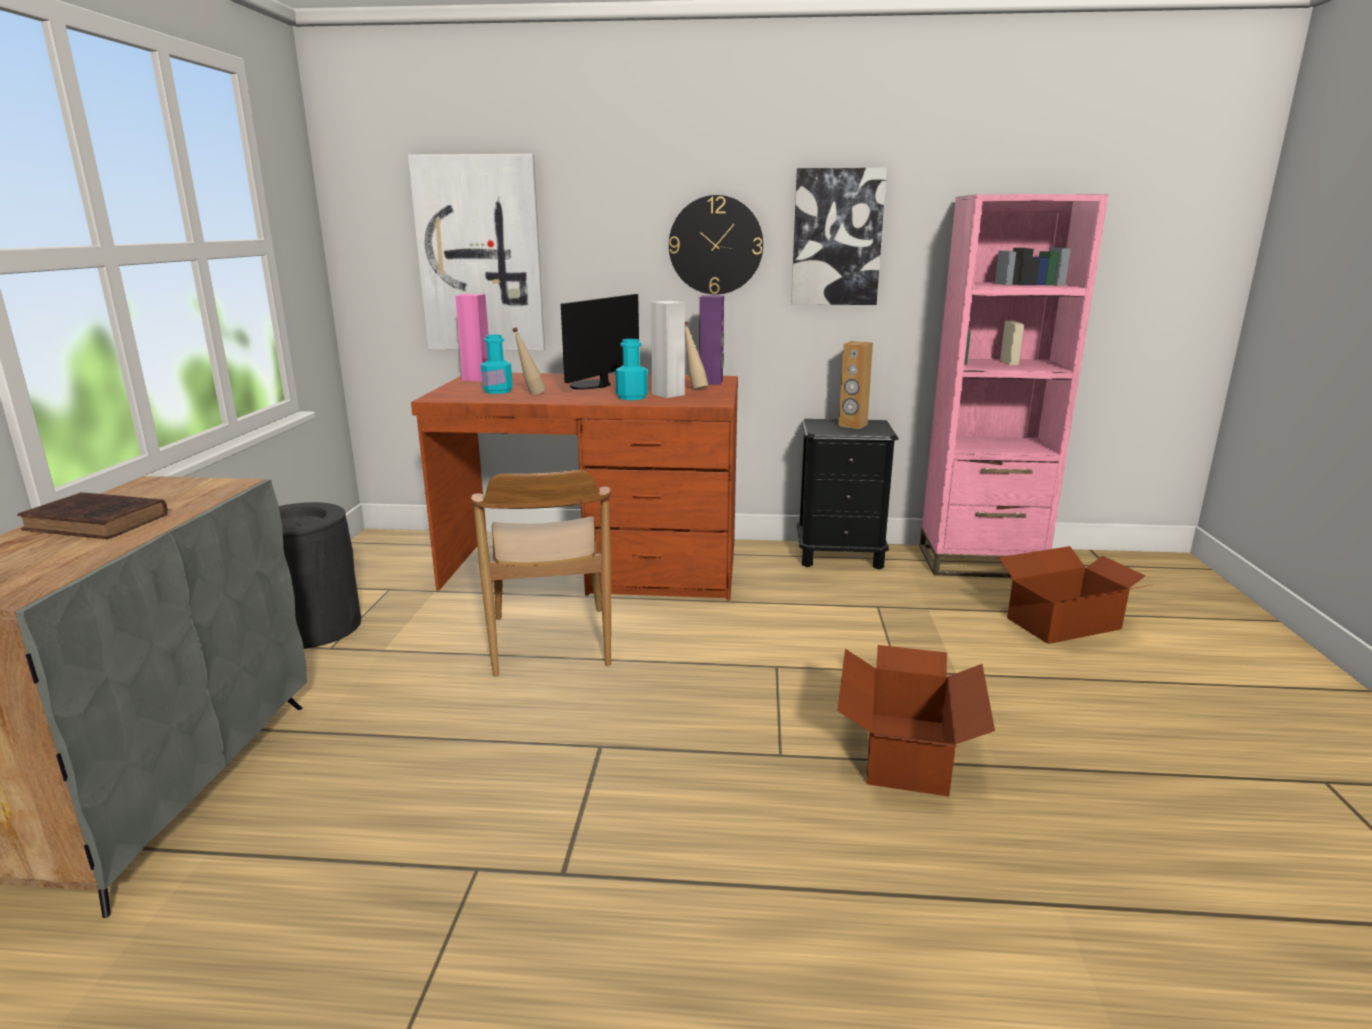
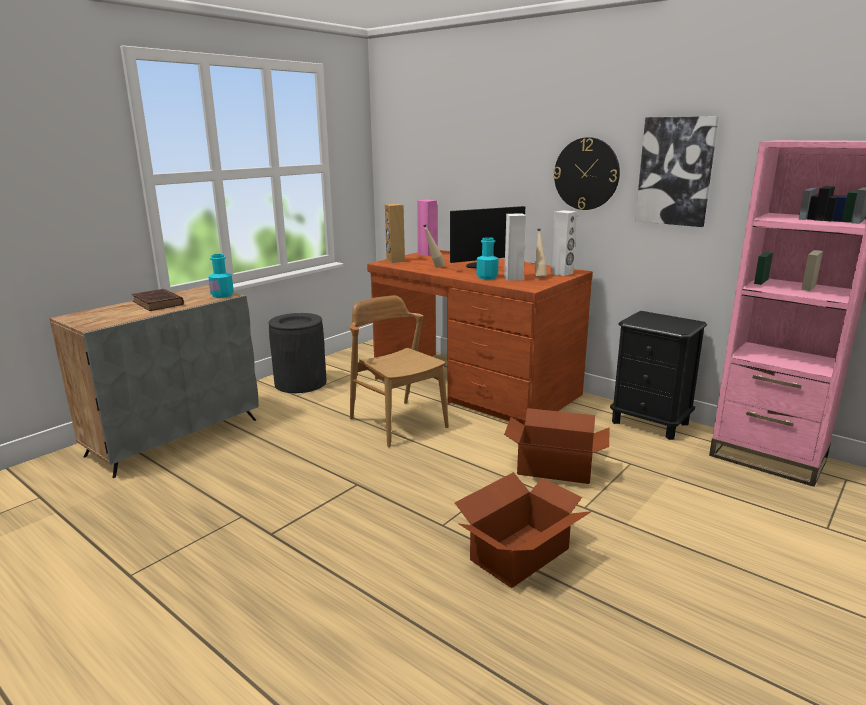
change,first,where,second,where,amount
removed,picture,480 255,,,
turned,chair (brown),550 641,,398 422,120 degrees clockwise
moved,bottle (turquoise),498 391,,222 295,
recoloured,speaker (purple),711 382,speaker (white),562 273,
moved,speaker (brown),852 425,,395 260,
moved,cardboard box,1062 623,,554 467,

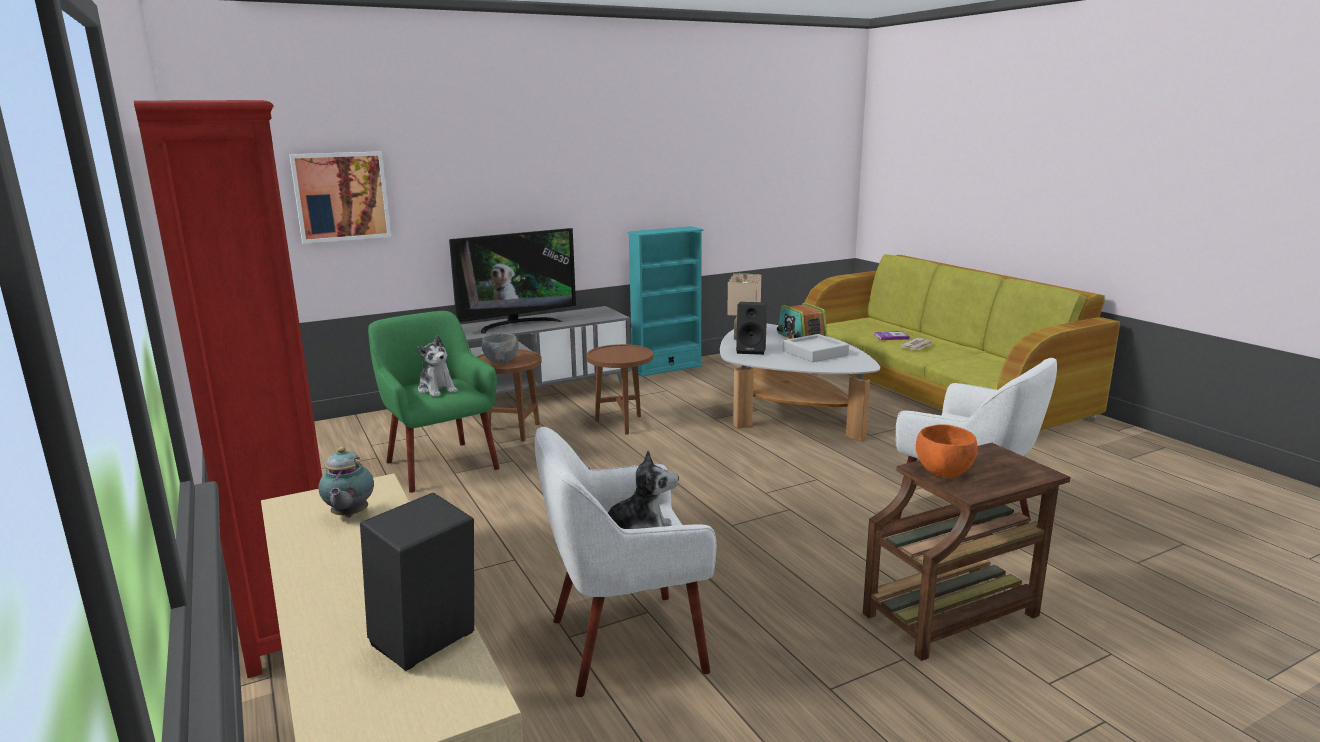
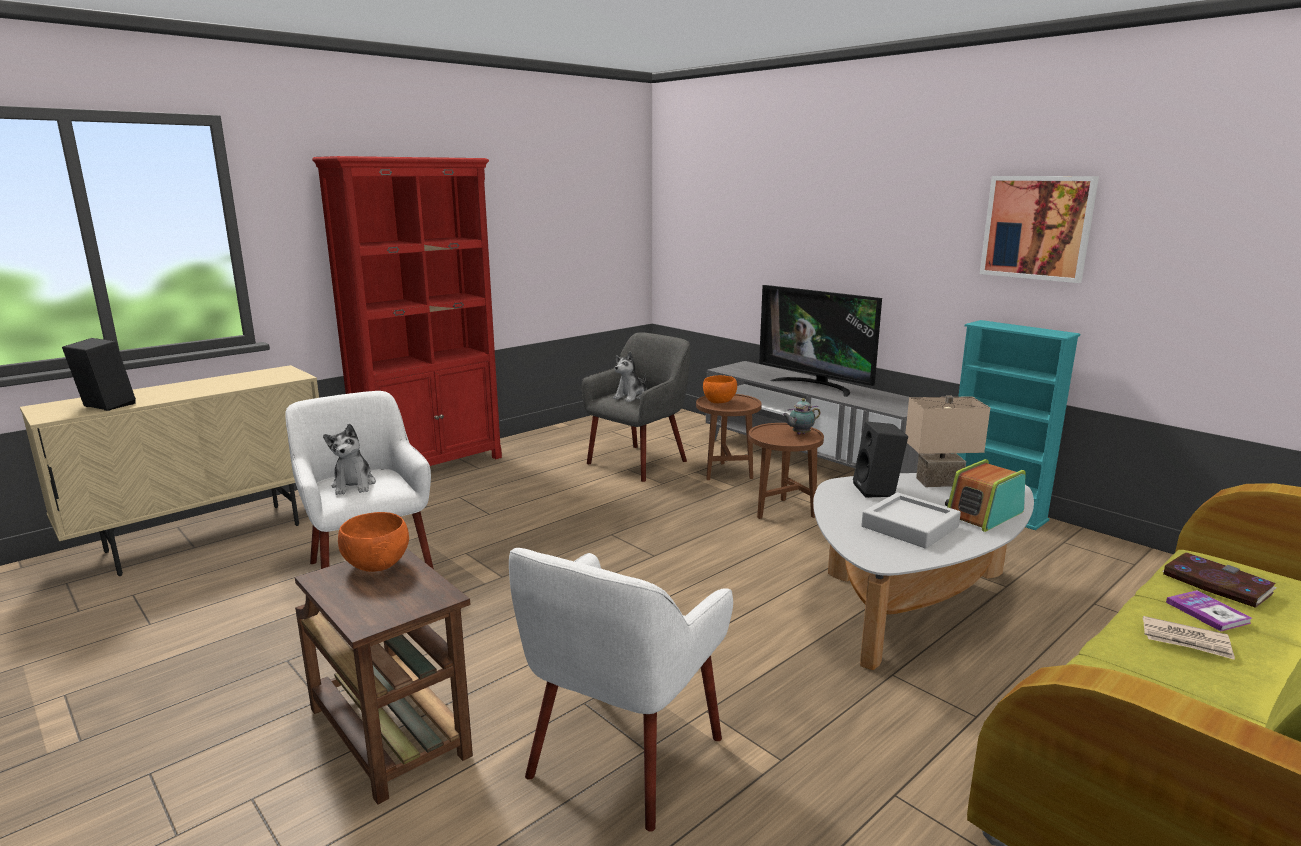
change,first,where,second,where,amount
moved,picture,341 196,,1037 227,
moved,teapot,349 516,,799 434,
recoloured,armchair (green),440 465,armchair (grey),639 462,
recoloured,bowl (grey),501 362,bowl (orange),719 402,
added,,,book,1216 583,

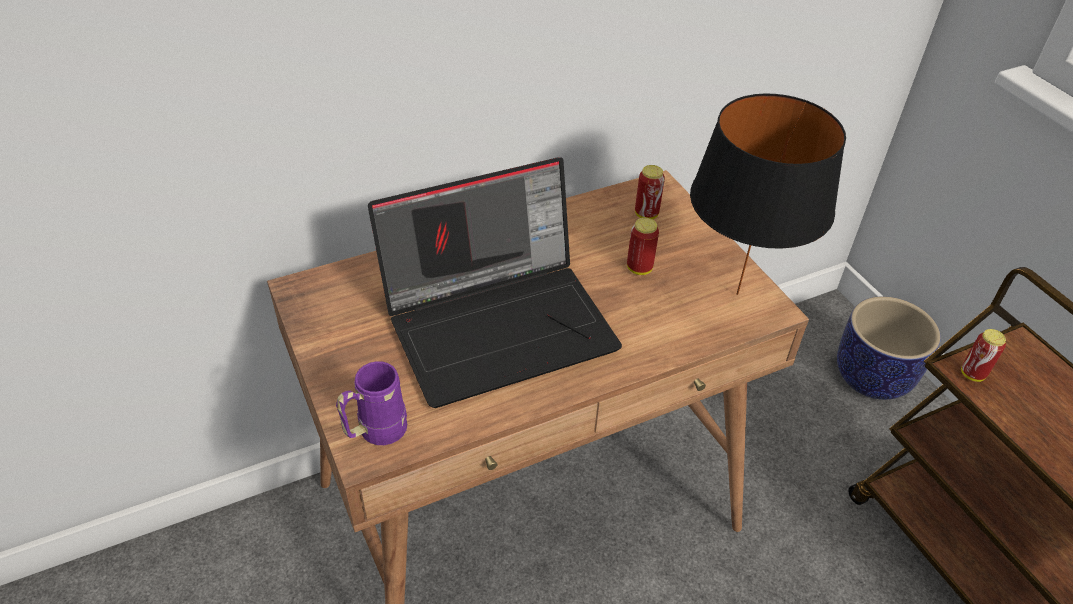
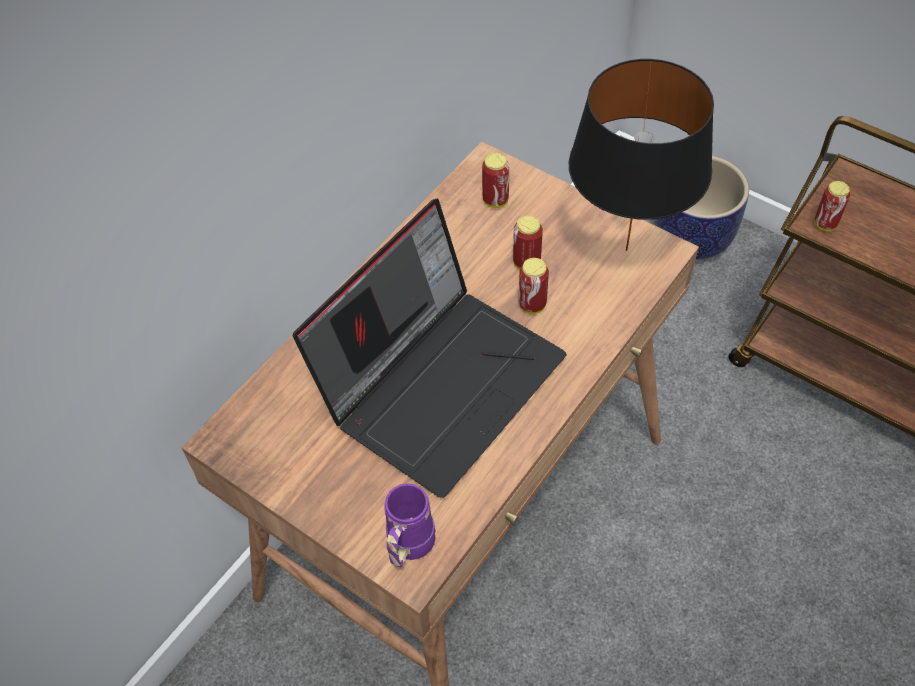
change,first,where,second,where,amount
added,,,can,532 305,

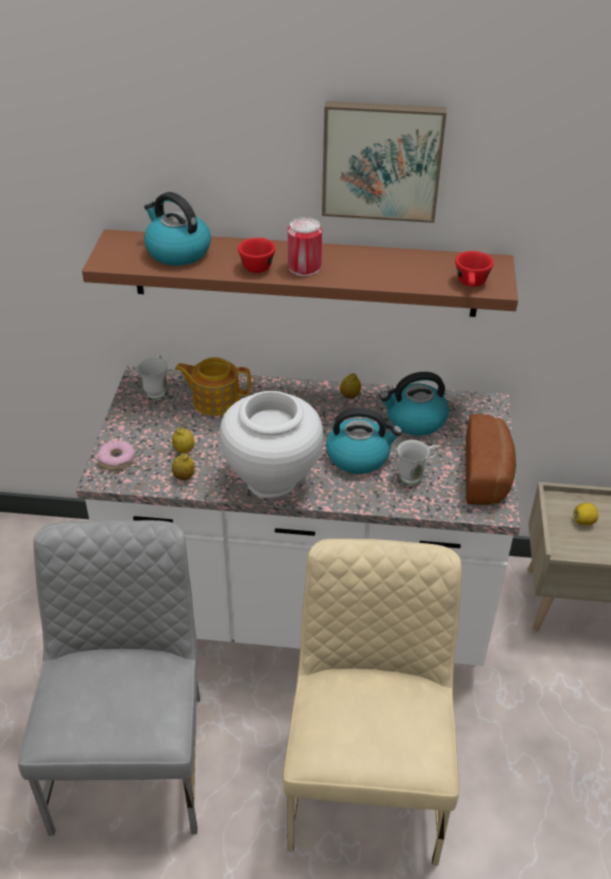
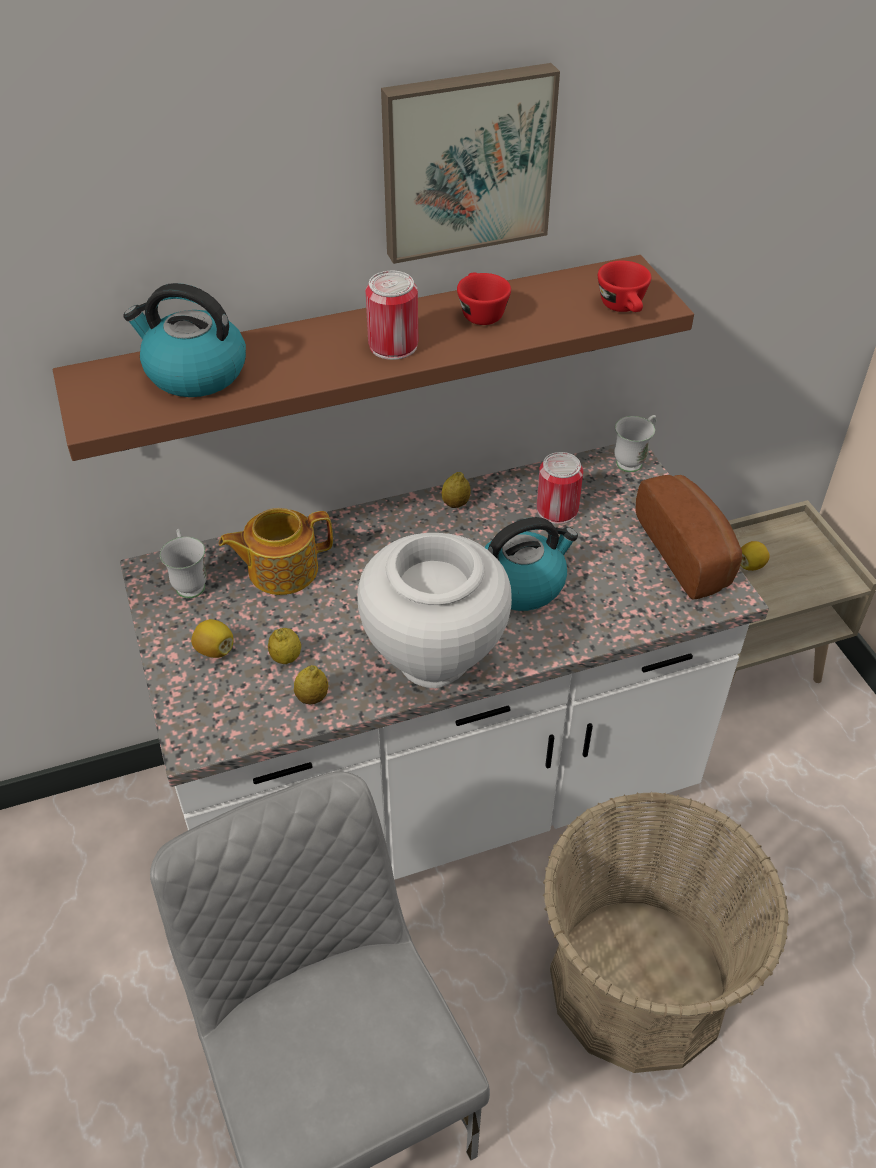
change,first,where,second,where,amount
removed,donut,117 459,,,
moved,cup (red),257 264,,479 312,
replaced,chair (beige),367 779,basket,638 982,
replaced,kettle,415 420,can,557 510,
moved,mug (white),415 476,,633 460,
added,,,lemon,215 650,

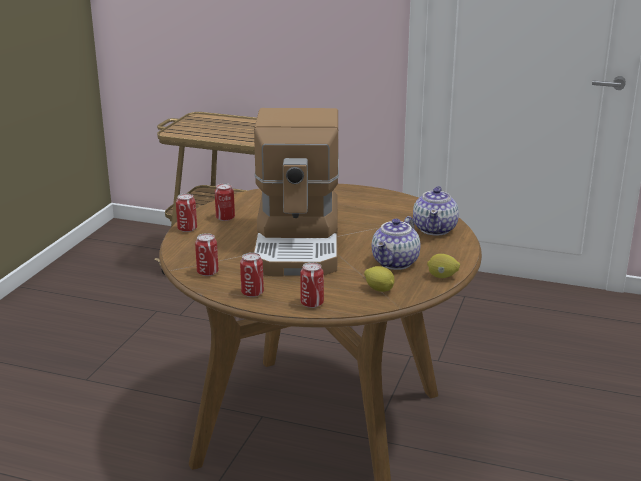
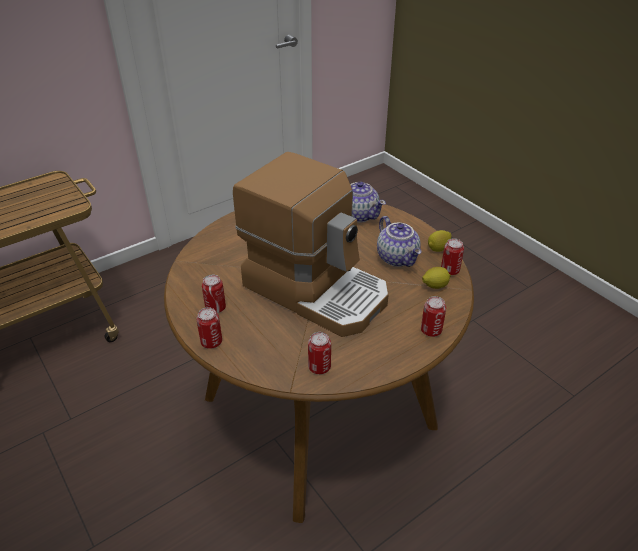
change,first,where,second,where,amount
moved,can,252 293,,450 270,

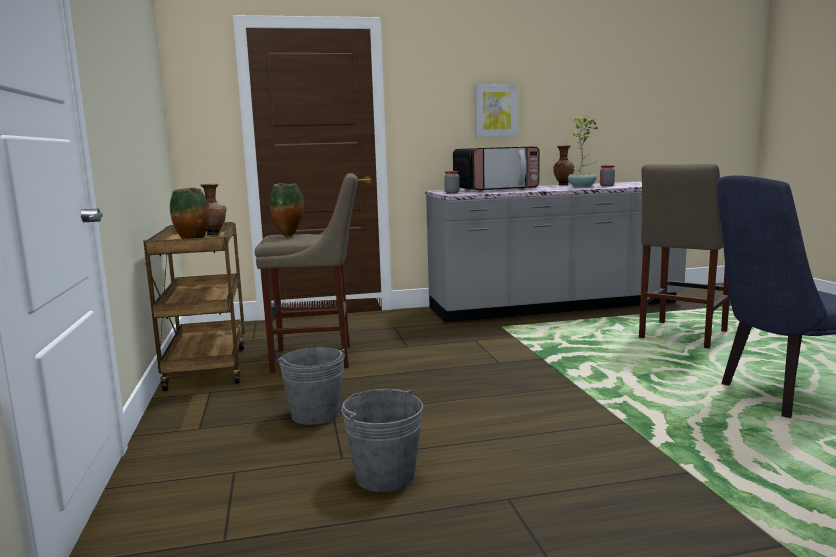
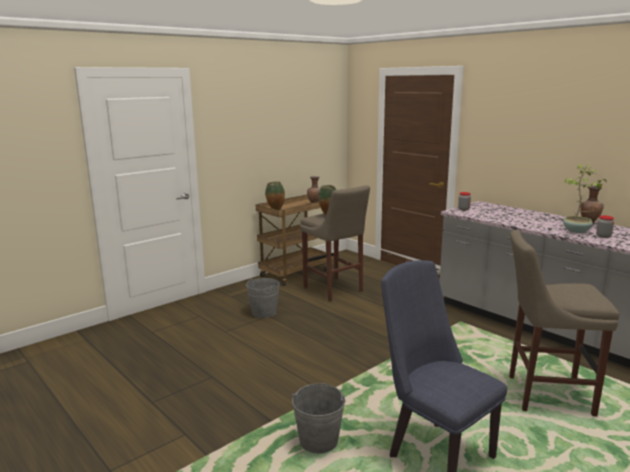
change,first,where,second,where,amount
moved,bucket (grey),385 476,,318 441,
removed,microwave,495 189,,,
removed,picture,495 110,,,

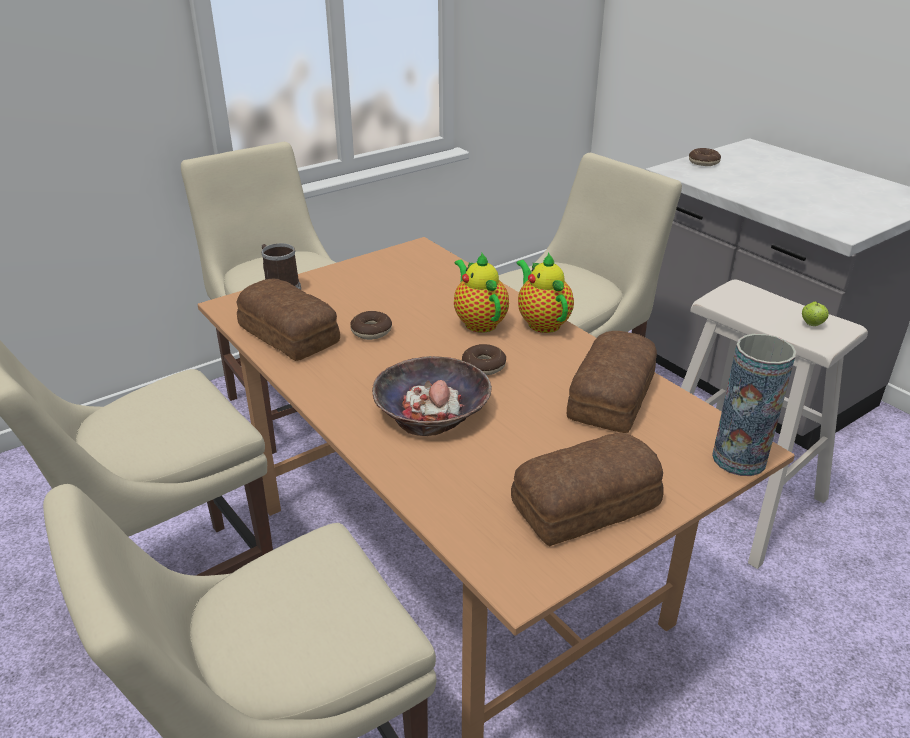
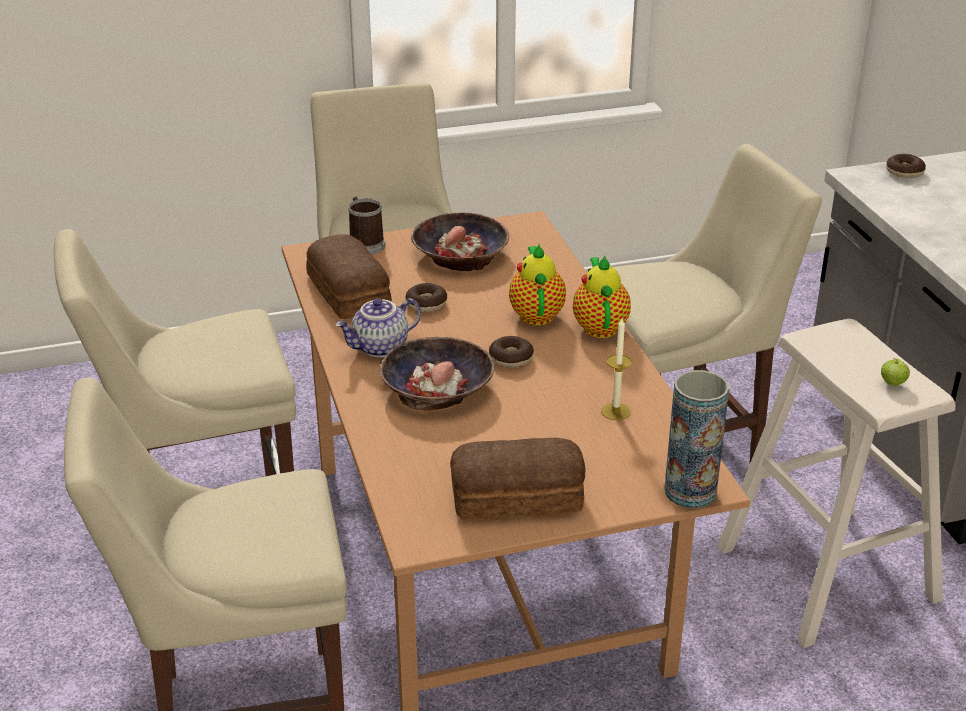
change,first,where,second,where,amount
replaced,bread,613 396,candle,615 411,
added,,,teapot,380 348,
added,,,bowl,460 254,

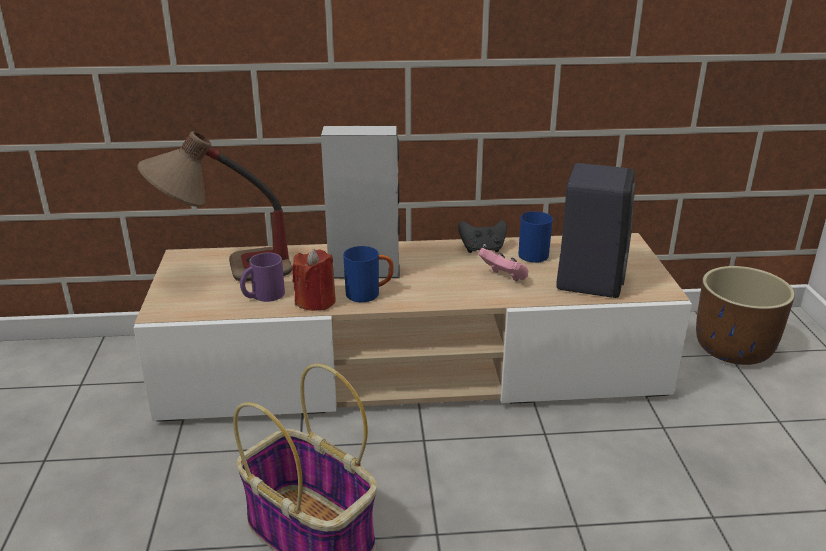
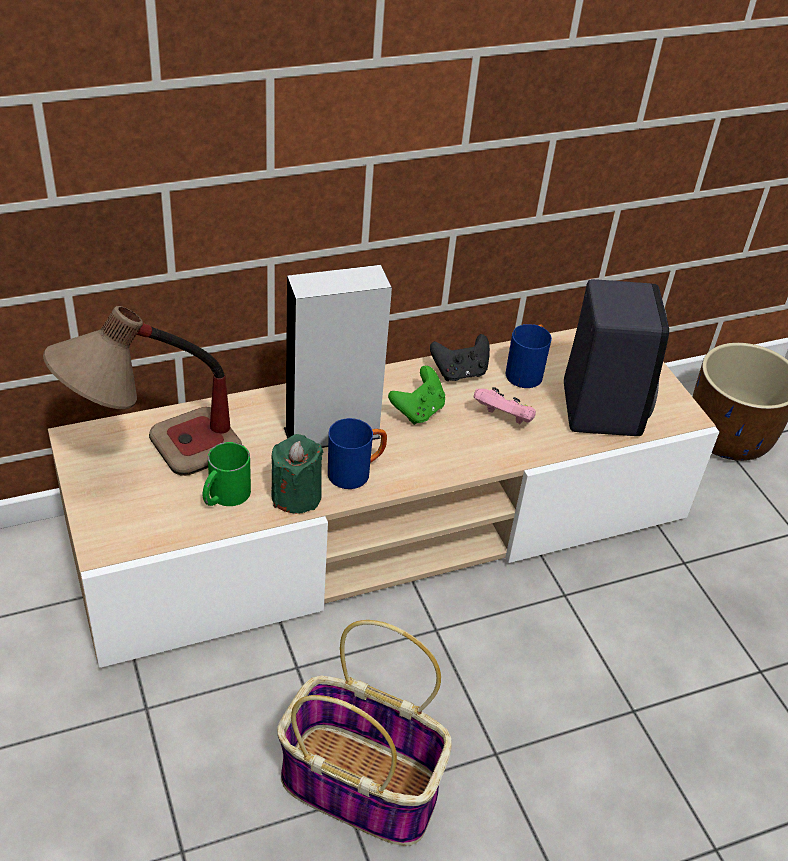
change,first,where,second,where,amount
recoloured,mug (purple),262 296,mug (green),224 496,
recoloured,candle (red),316 301,candle (green),296 496,
added,,,game controller (green),418 411,

